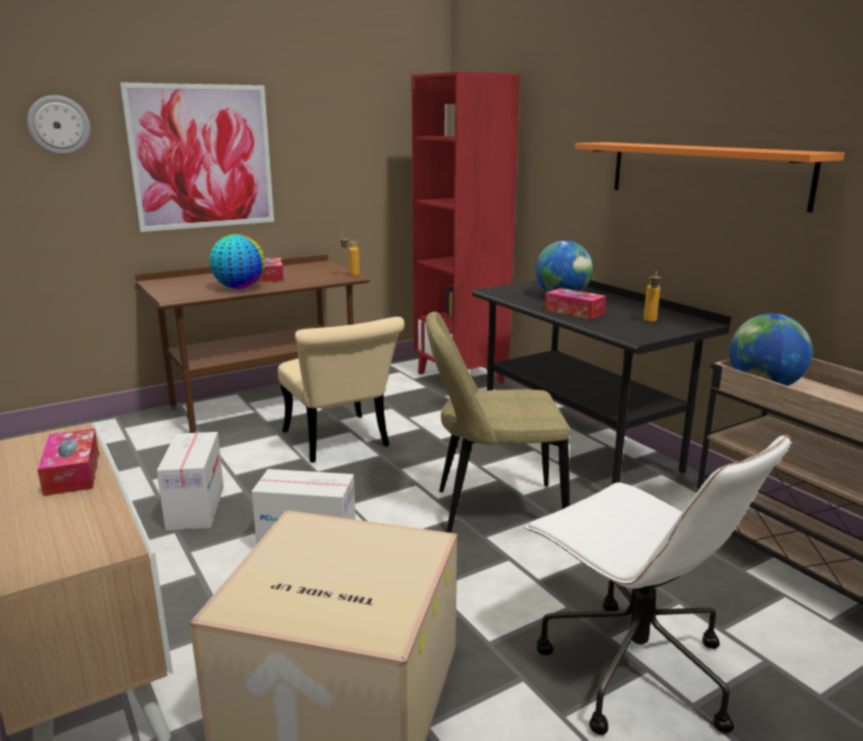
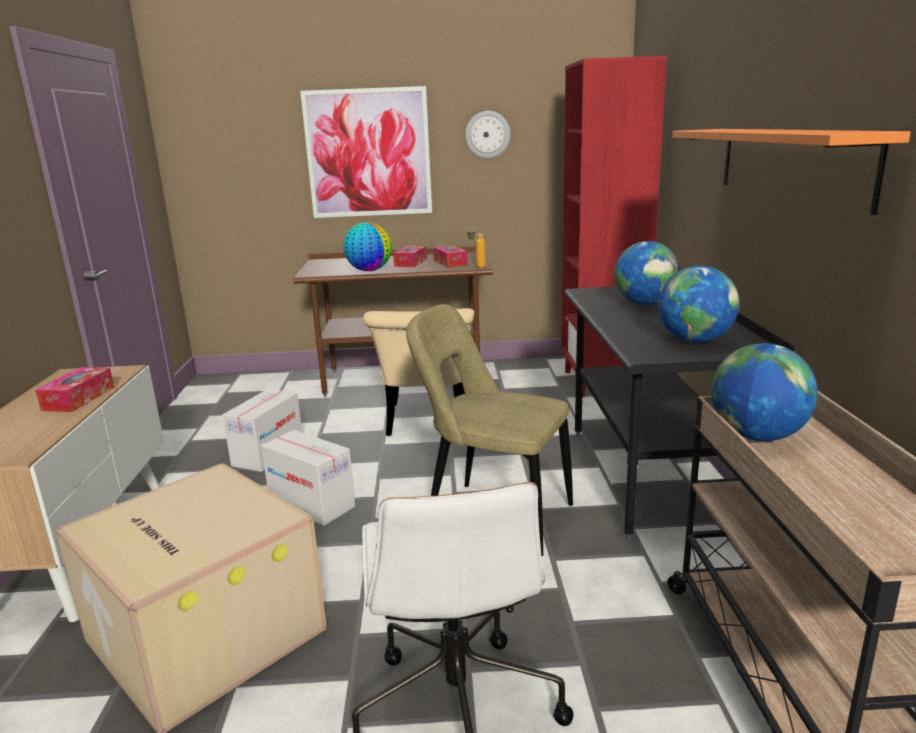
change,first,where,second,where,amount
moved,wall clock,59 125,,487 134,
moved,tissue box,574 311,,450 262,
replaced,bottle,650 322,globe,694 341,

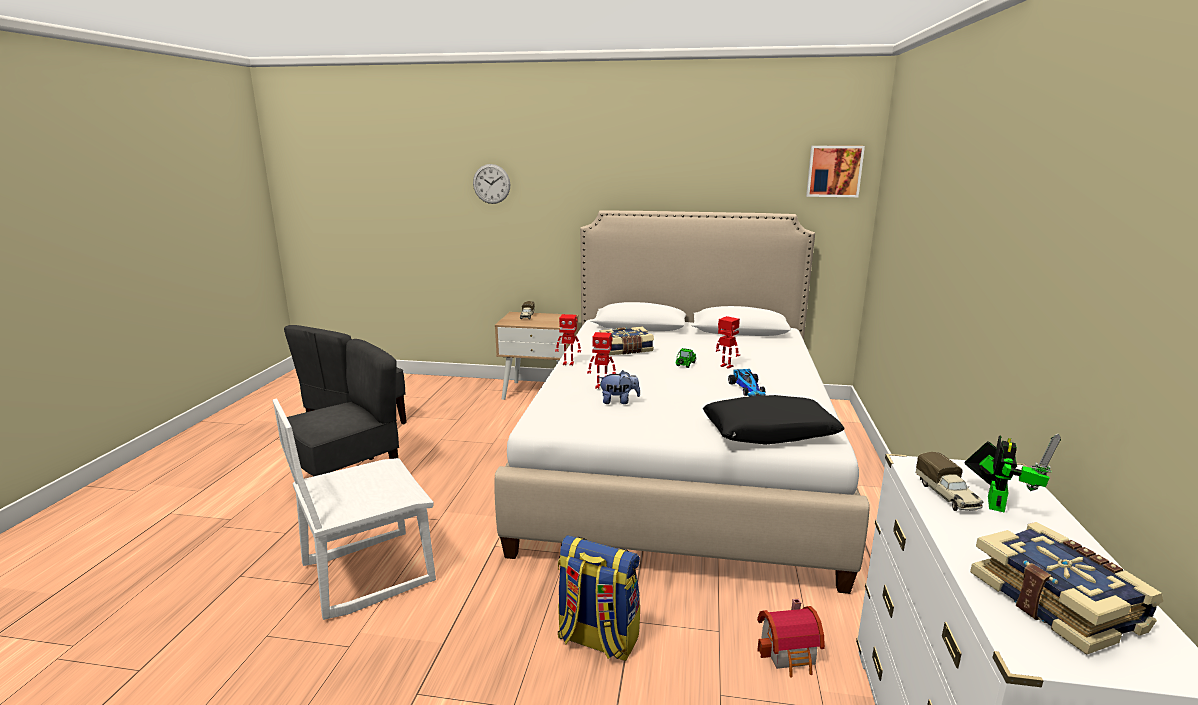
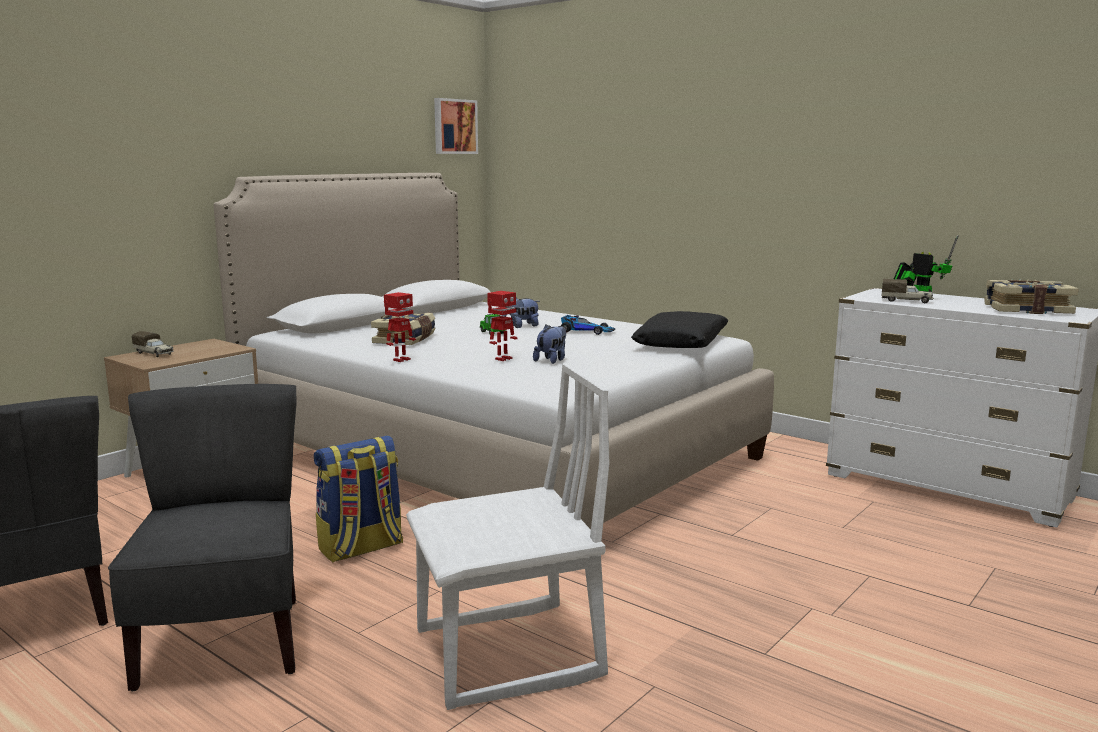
change,first,where,second,where,amount
turned,chair (white),368 572,,508 655,105 degrees counterclockwise
removed,wall clock,491 184,,,
moved,backpack,597 639,,361 548,
replaced,toy robot,726 366,plush toy,521 326,
removed,toy house,790 653,,,

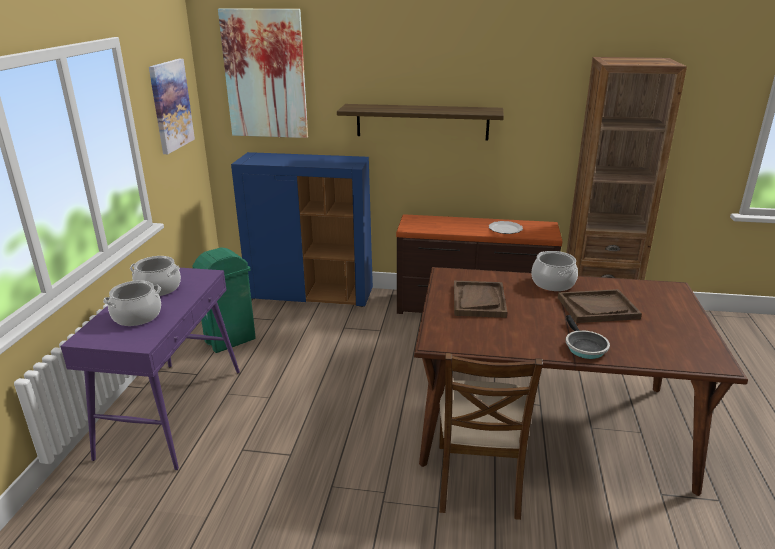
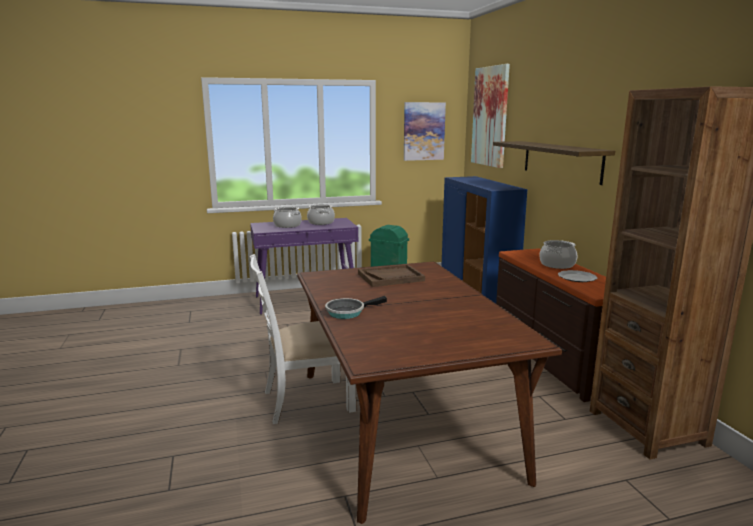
change,first,where,second,where,amount
recoloured,chair (brown),478 479,chair (white),307 400,
moved,cooking pot,552 283,,557 264,
removed,tray (brown),598 308,,,

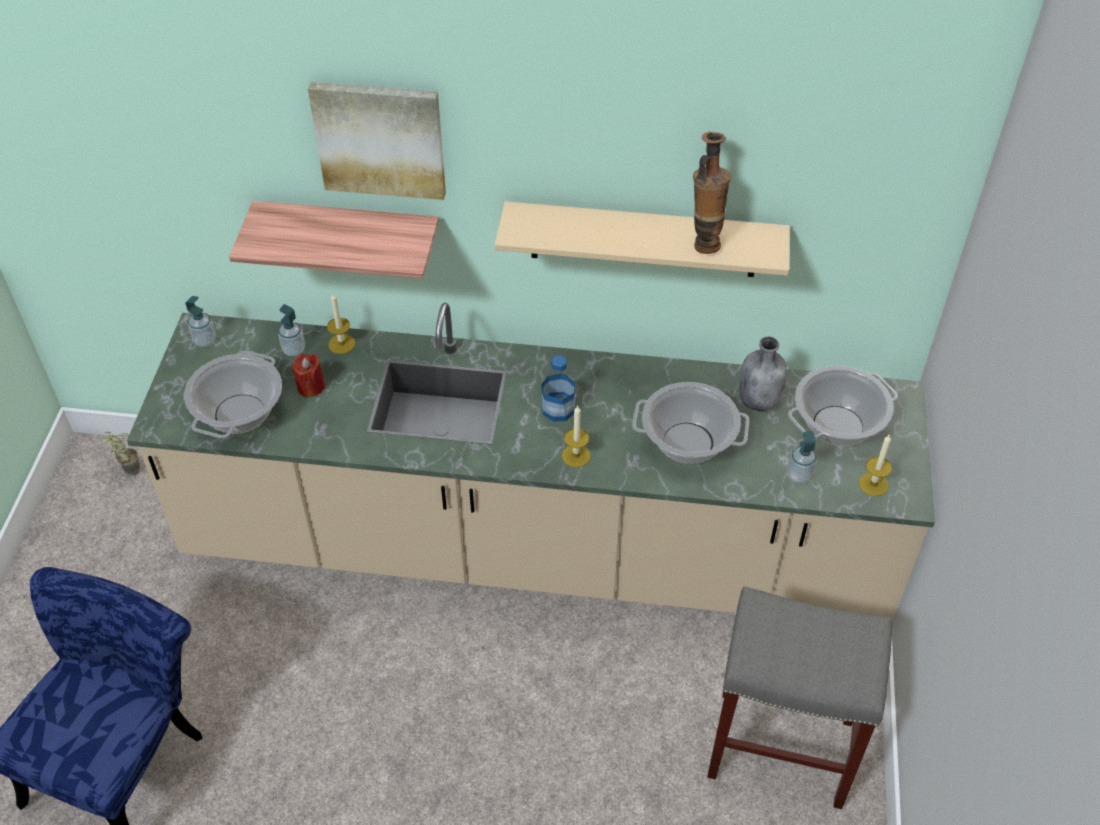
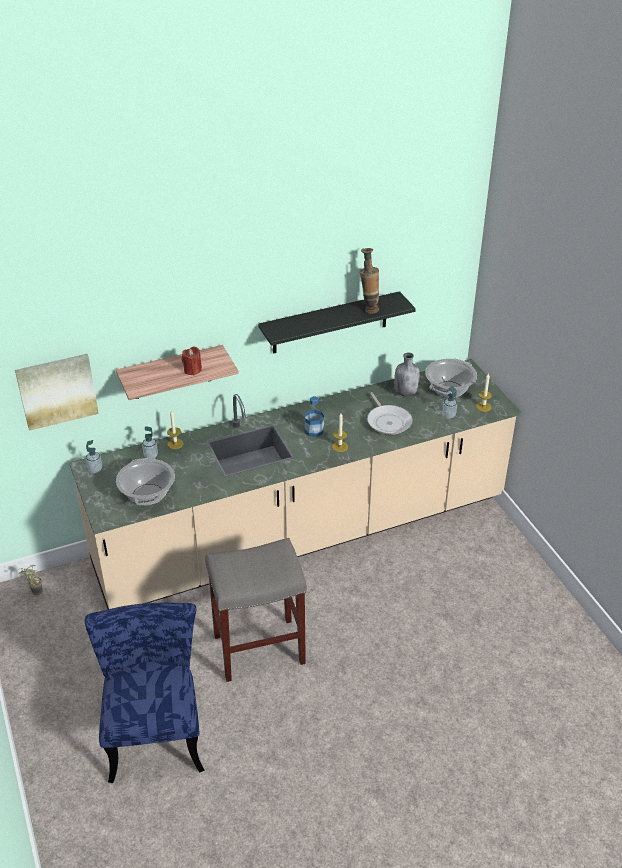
change,first,where,second,where,amount
moved,candle (red),311 386,,192 370,
moved,picture,380 138,,57 390,
recoloured,shelf (beige),643 239,shelf (black),330 323,
replaced,cooking pot,688 443,frying pan,388 421,
moved,stool (grey),783 747,,260 648,

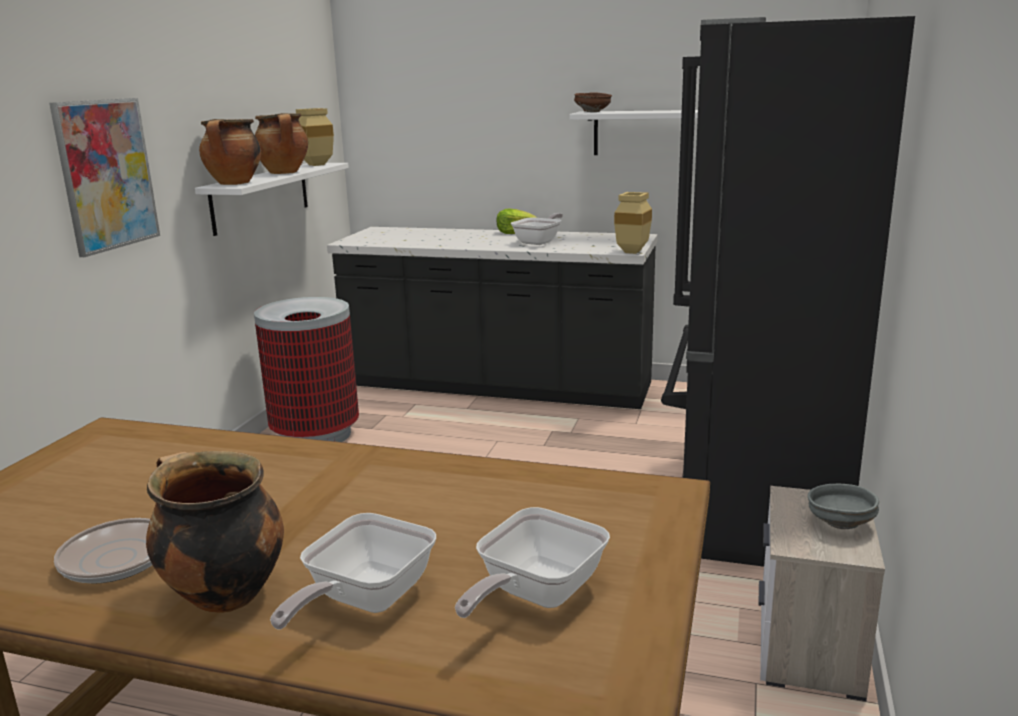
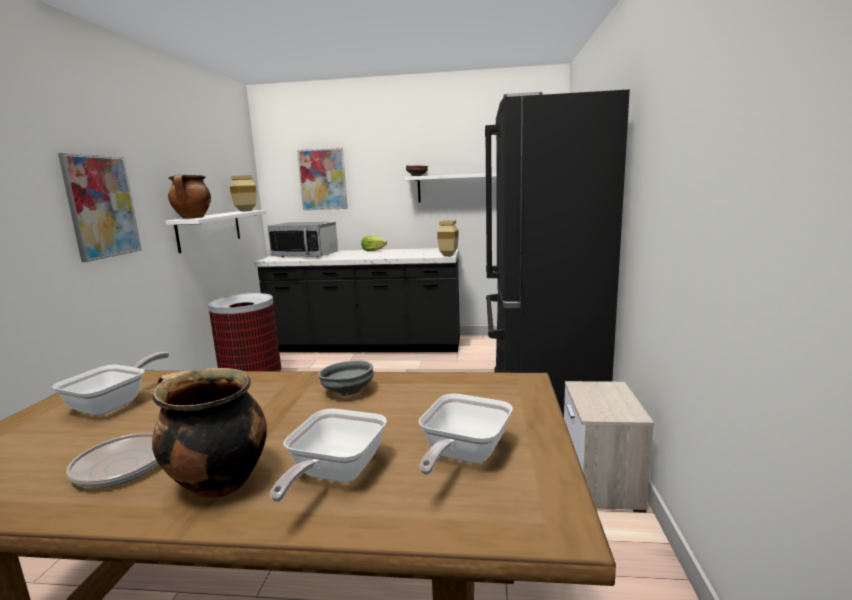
change,first,where,second,where,amount
removed,cooking pot,285 173,,,
moved,frying pan,539 242,,115 404,
moved,bowl (grey),839 523,,347 391,
added,,,microwave,305 255,
added,,,picture,322 179,

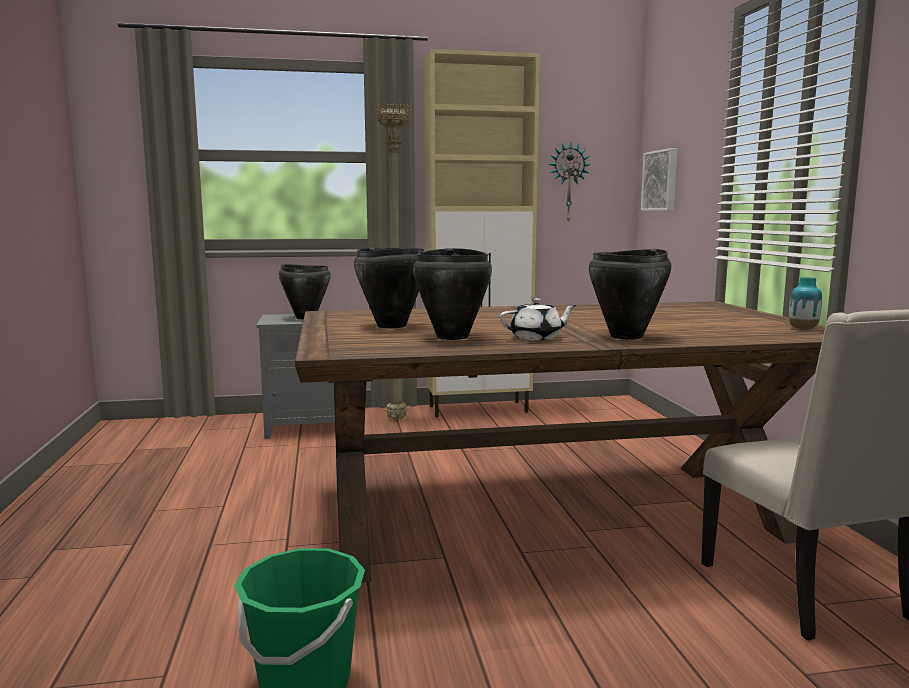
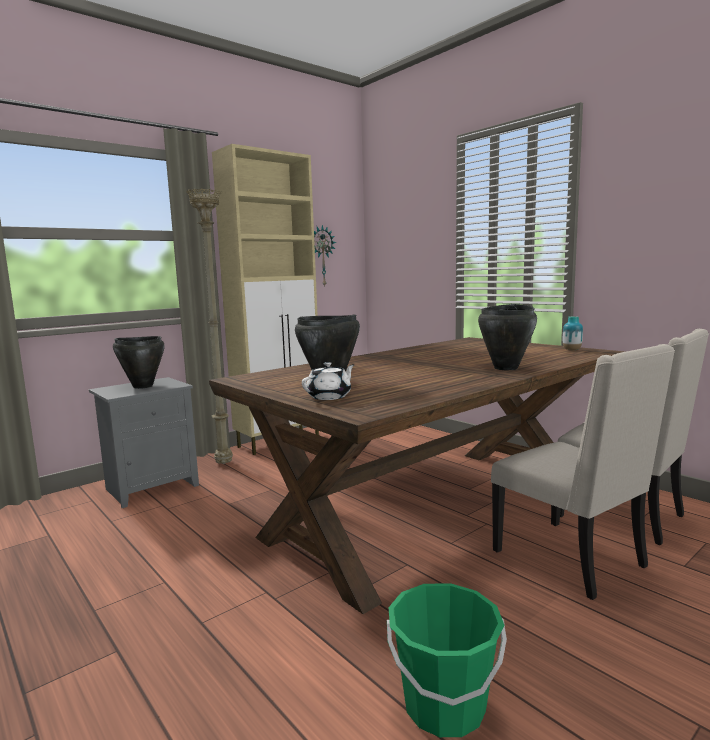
change,first,where,second,where,amount
removed,cooking pot (black),453 337,,,
moved,teapot (white),537 337,,330 396,
removed,picture,661 181,,,
added,,,chair (beige),572 559,

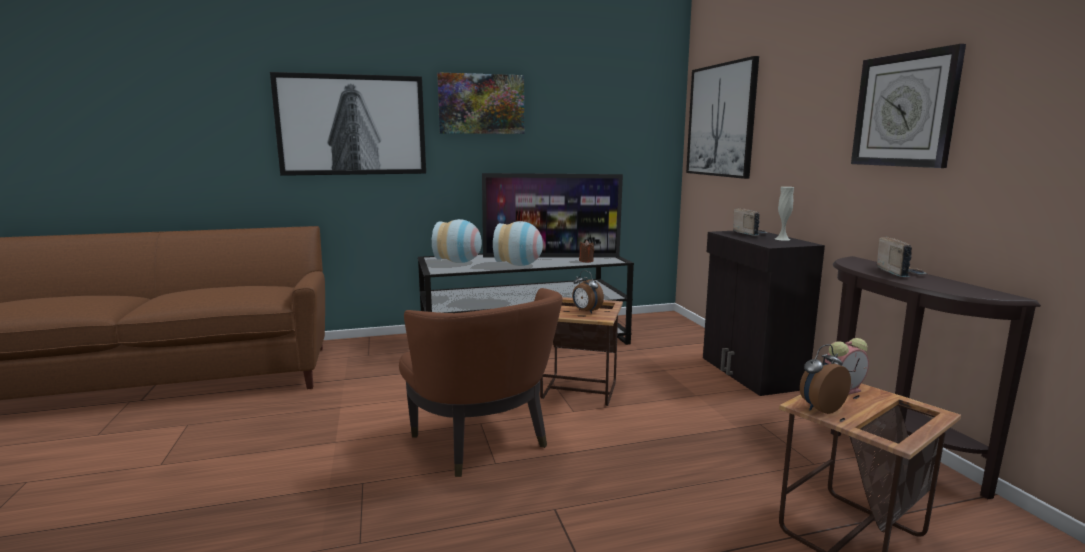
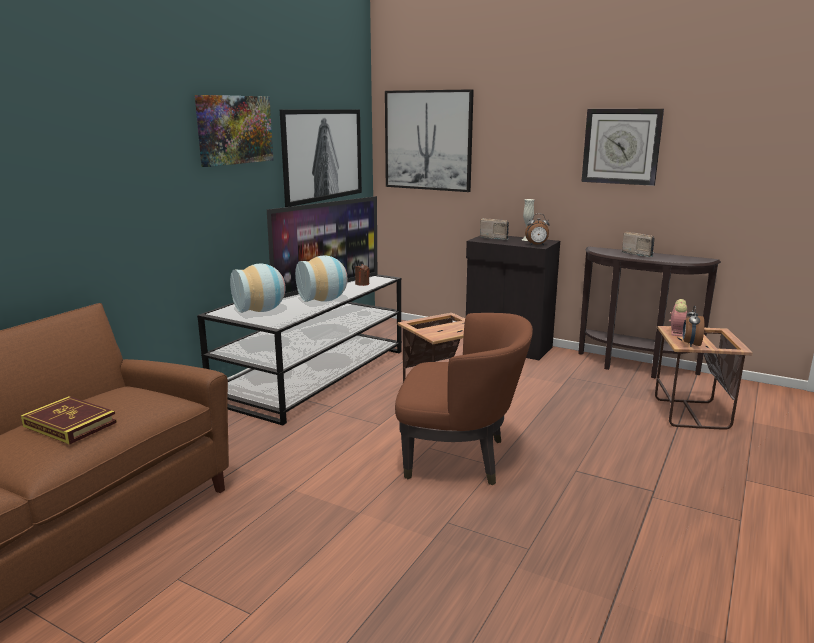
change,first,where,second,where,amount
moved,picture,352 125,,323 155,
moved,alarm clock,586 311,,537 245,
added,,,book,70 424,

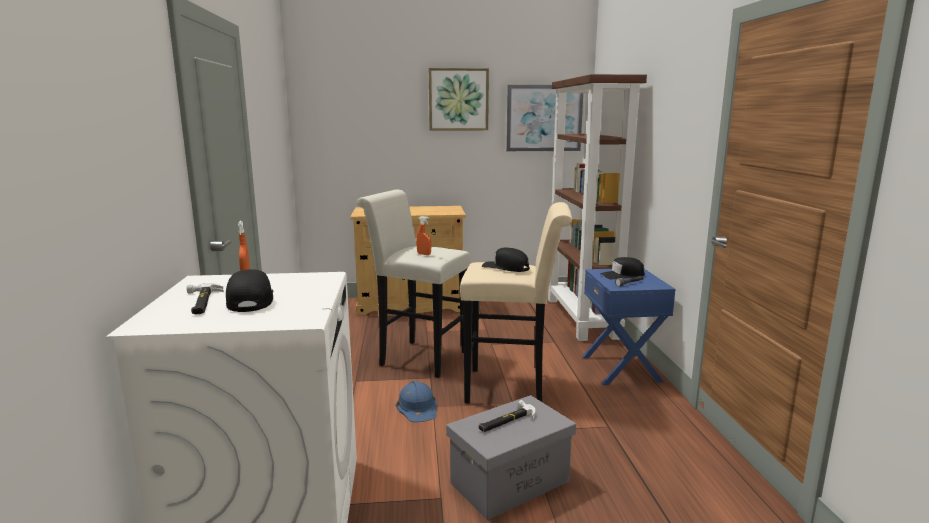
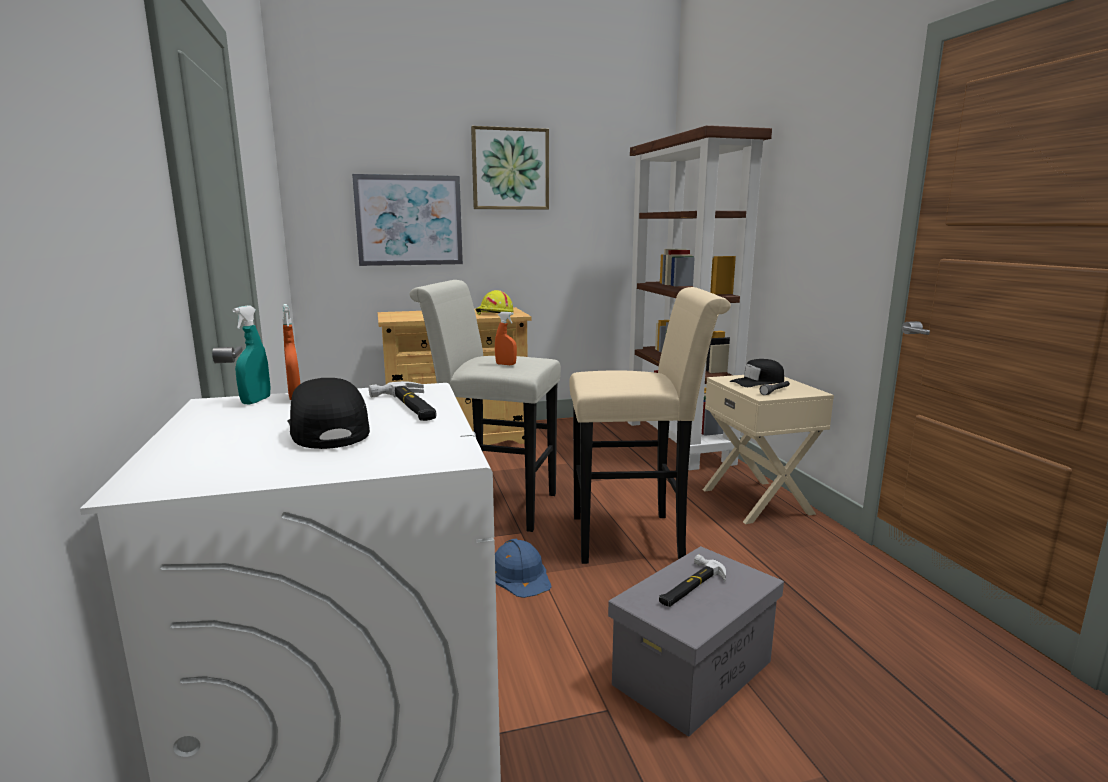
change,first,where,second,where,amount
moved,hammer,202 302,,408 406,
removed,cap (black),506 267,,,
moved,picture,544 118,,409 220,
recoloured,nightstand (blue),622 369,nightstand (beige),758 501,
added,,,spray bottle (turquoise),256 401,
added,,,hard hat (yellow),494 314,

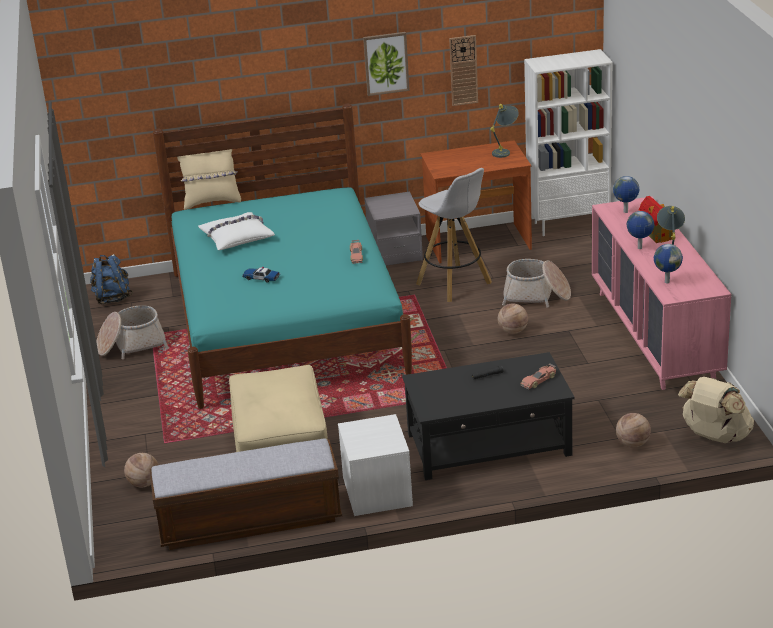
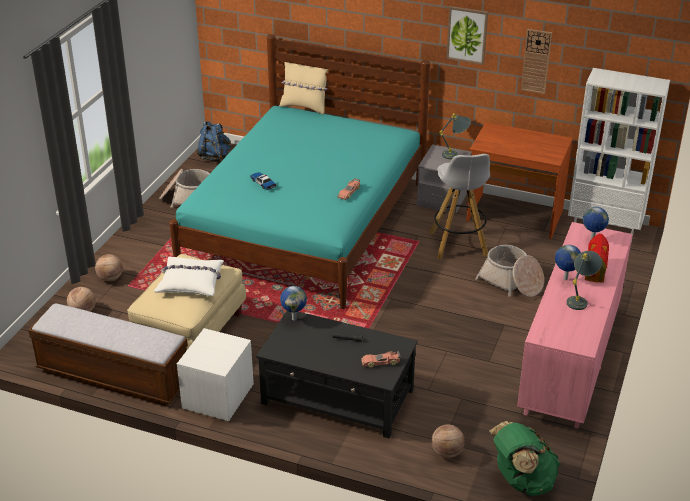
change,first,where,second,where,amount
moved,pillow (white),236 237,,191 282,
moved,table lamp (grey),505 151,,455 154,
moved,basketball,513 331,,110 278,
moved,globe,666 282,,294 318,
recoloured,backpack (beige),715 436,backpack (green),521 480,

